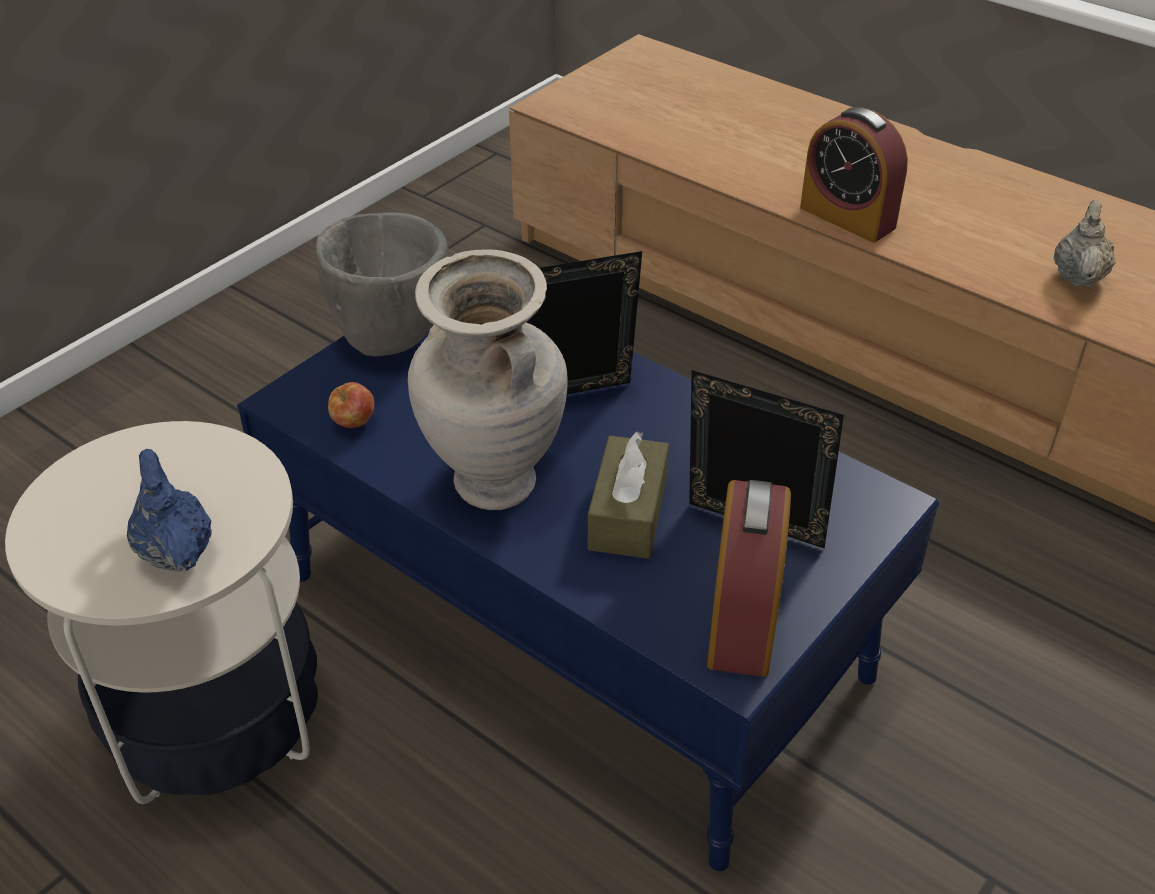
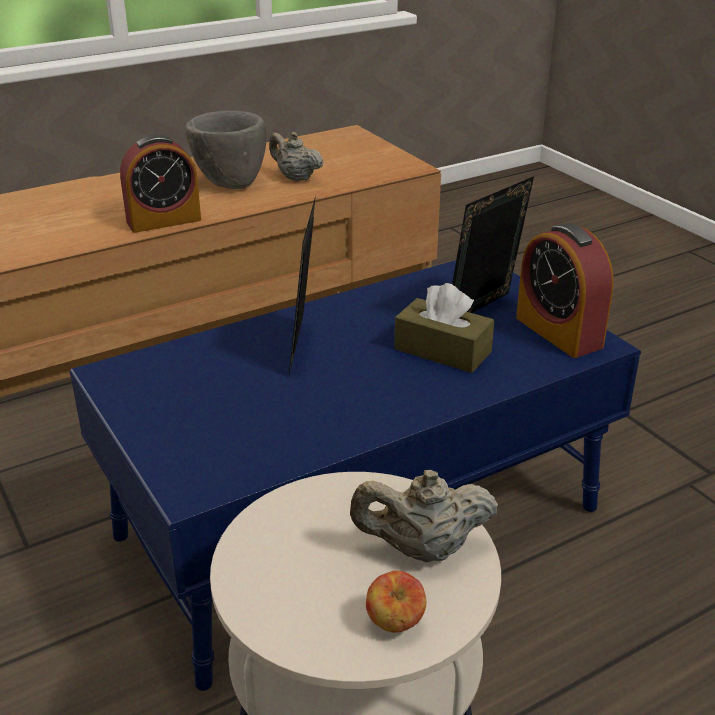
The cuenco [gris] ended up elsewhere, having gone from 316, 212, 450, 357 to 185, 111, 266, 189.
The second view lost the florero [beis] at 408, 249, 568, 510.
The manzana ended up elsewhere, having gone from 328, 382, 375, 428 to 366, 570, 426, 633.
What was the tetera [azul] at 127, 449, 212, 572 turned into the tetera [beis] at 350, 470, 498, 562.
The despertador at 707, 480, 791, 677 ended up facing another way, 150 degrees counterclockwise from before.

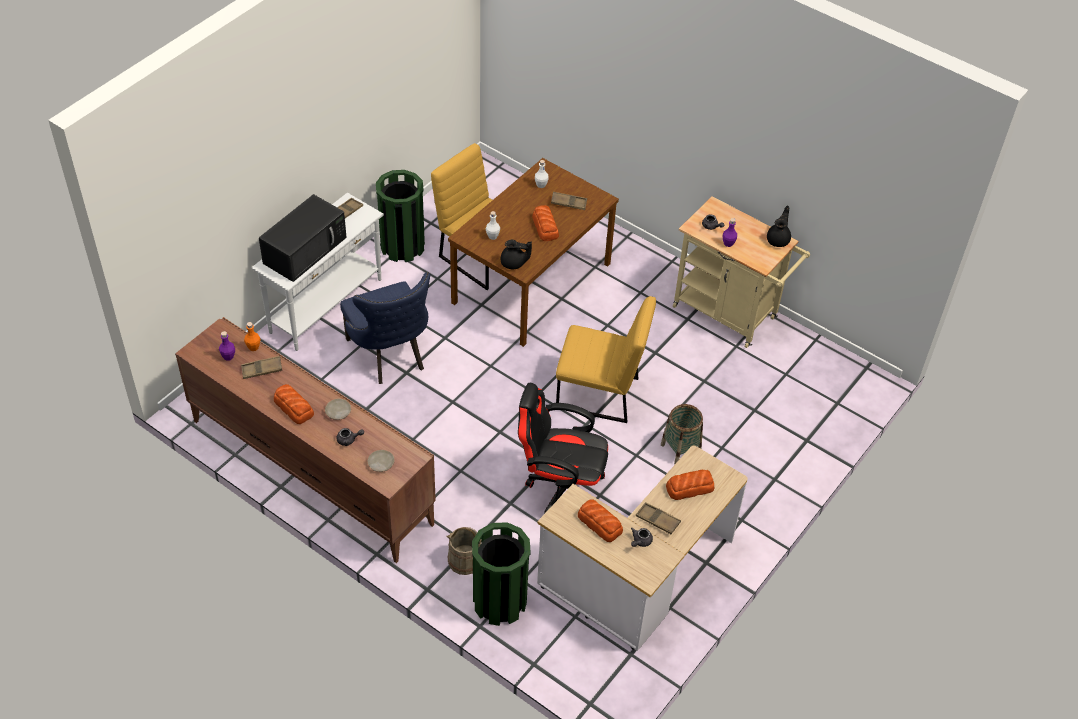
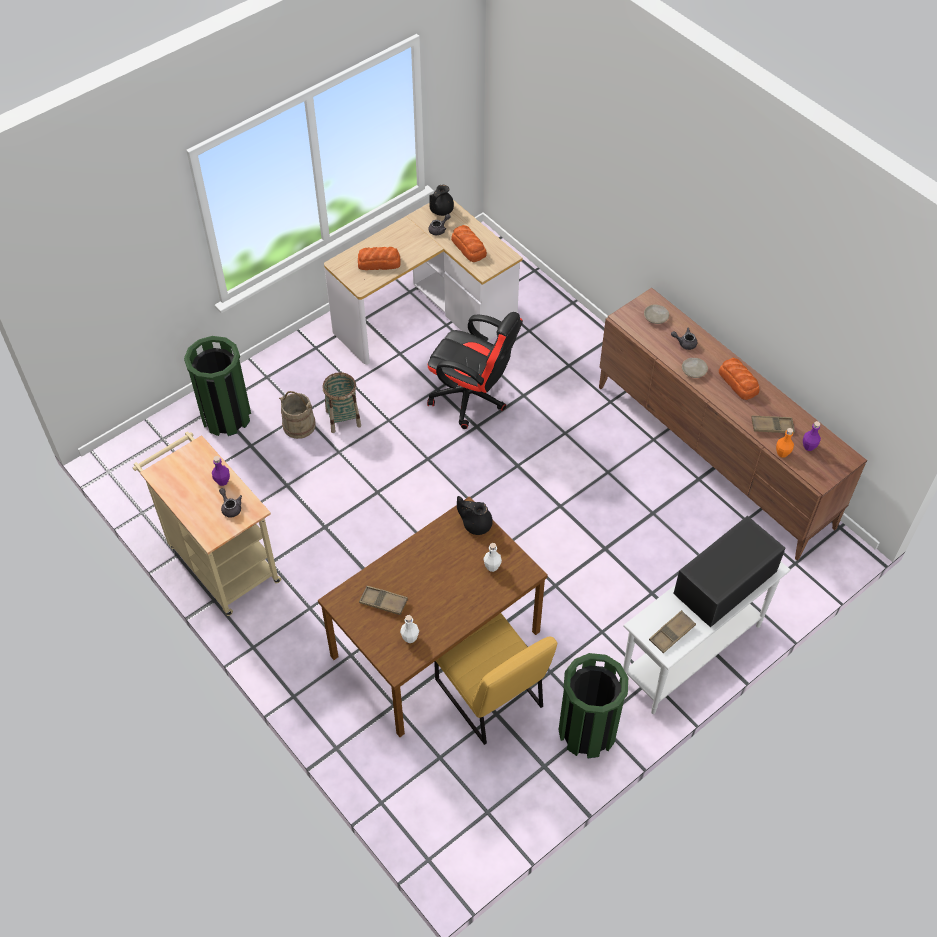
The second view lost the pan at 532, 205, 559, 241.
The tetera [negro] ended up elsewhere, having gone from 767, 206, 791, 247 to 429, 185, 454, 216.
The second view lost the silla [azul] at 340, 272, 430, 384.
The second view lost the silla [amarillo] at 556, 296, 656, 423.
The second view lost the bandeja [marrón] at 636, 502, 681, 534.
The papelera [verde] ended up elsewhere, having gone from 472, 522, 531, 626 to 184, 336, 251, 436.
The cubo [beis] ended up elsewhere, having gone from 446, 527, 482, 575 to 279, 391, 315, 439.

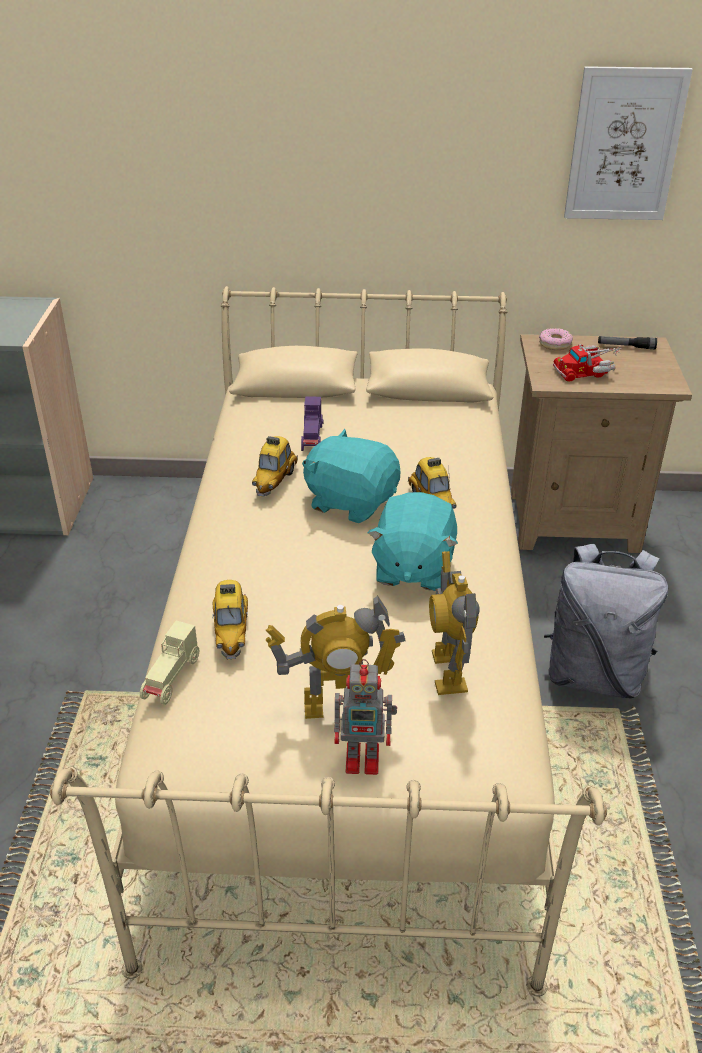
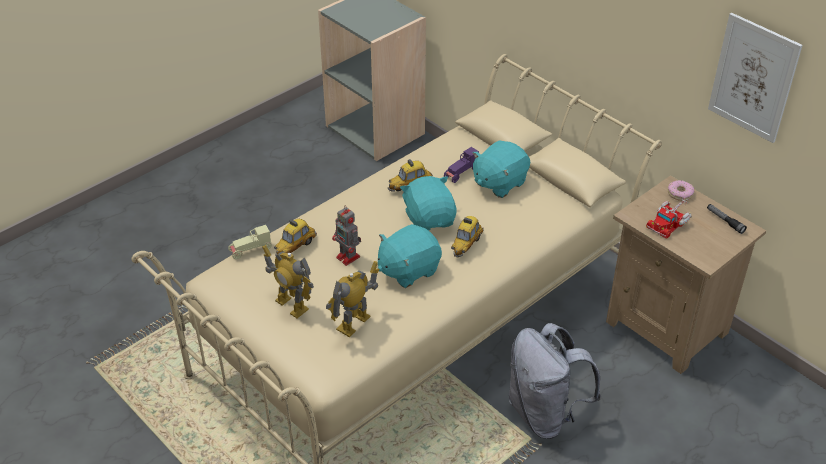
The camión de juguete at 553, 344, 622, 382 ended up facing another way, 75 degrees counterclockwise from before.
The robot de juguete ended up elsewhere, having gone from 334, 659, 397, 775 to 332, 205, 361, 266.
The second view gained the peluche [turquesa] at 473, 140, 530, 198.

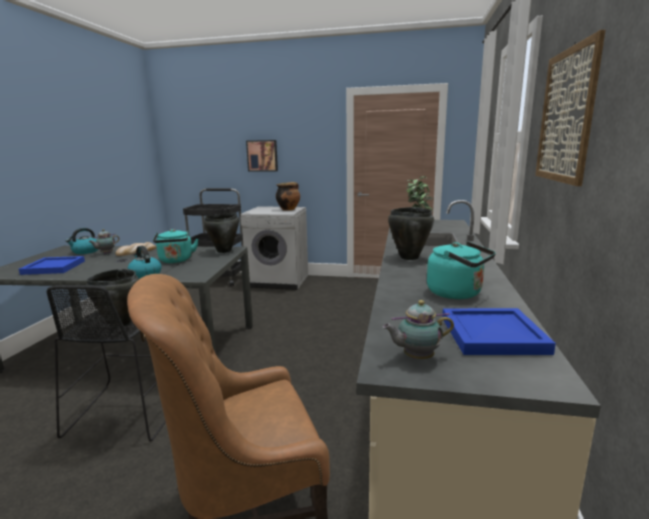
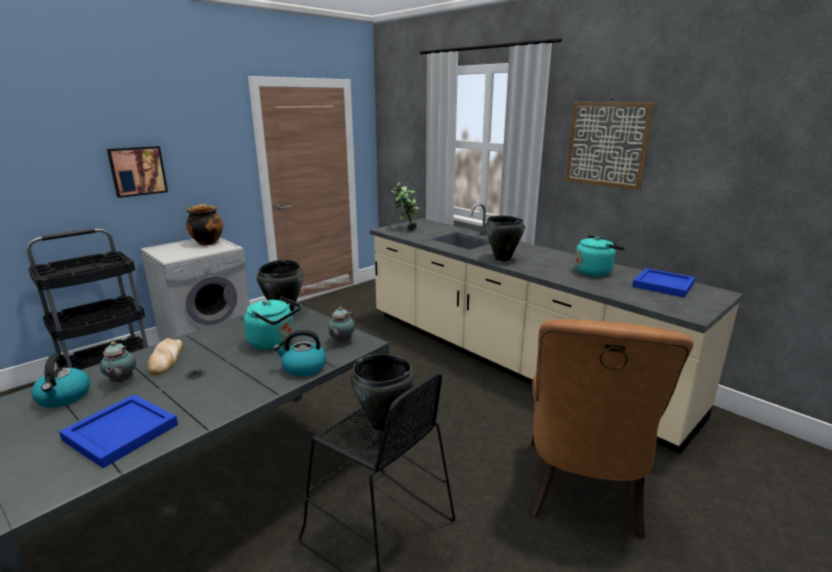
The tetera ended up elsewhere, having gone from 383, 300, 454, 359 to 326, 307, 355, 343.

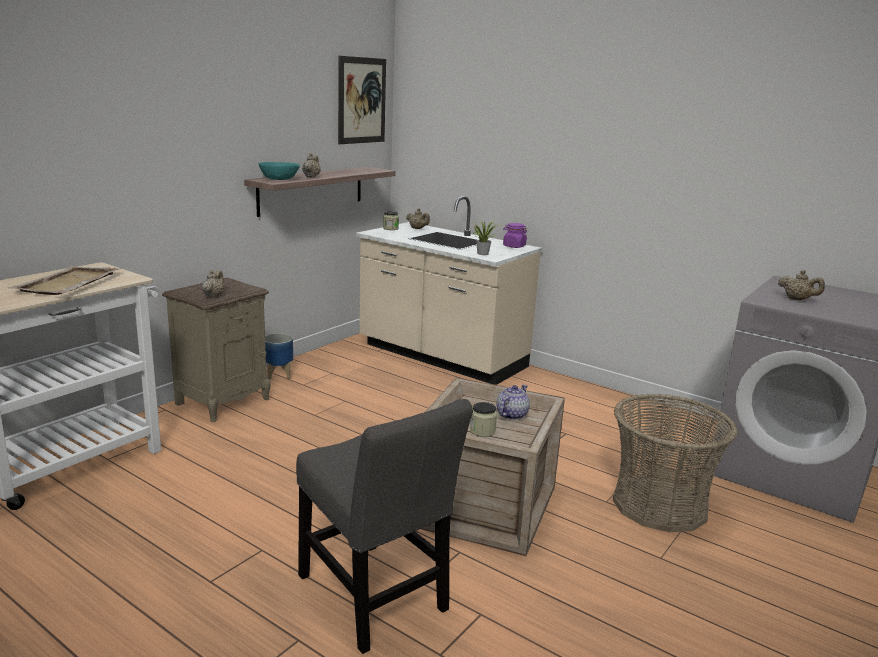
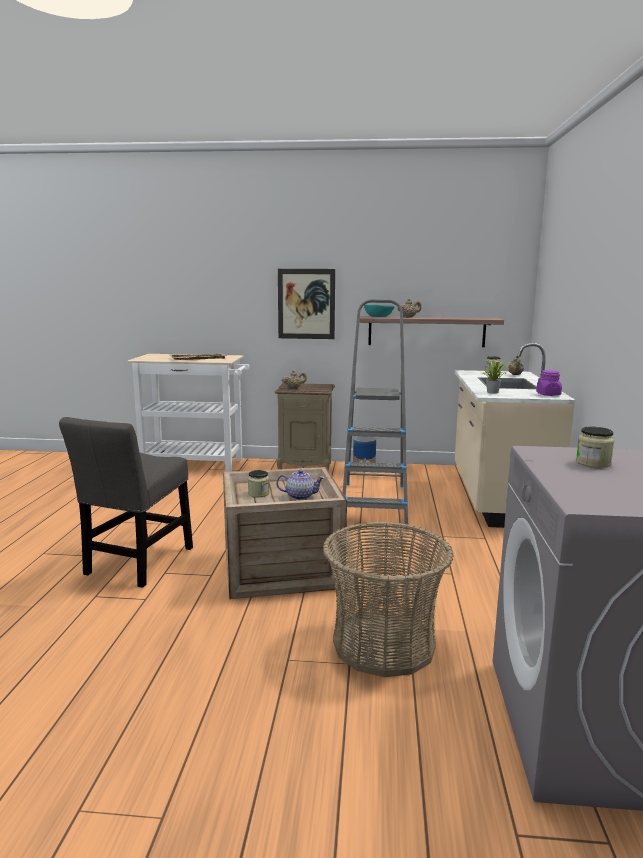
The cuadro ended up elsewhere, having gone from 338, 56, 386, 144 to 278, 269, 335, 339.
Where the tetera [beis] stood at 778, 270, 825, 300, the tarro came to stand at 576, 426, 614, 468.
The second view gained the escalera de tijera [gris] at 343, 299, 408, 524.

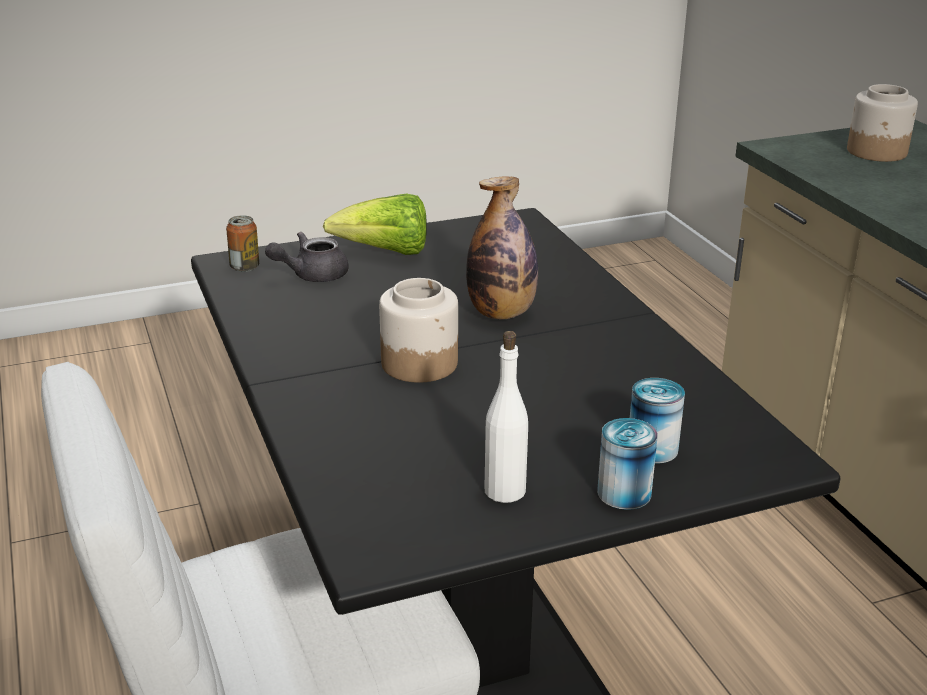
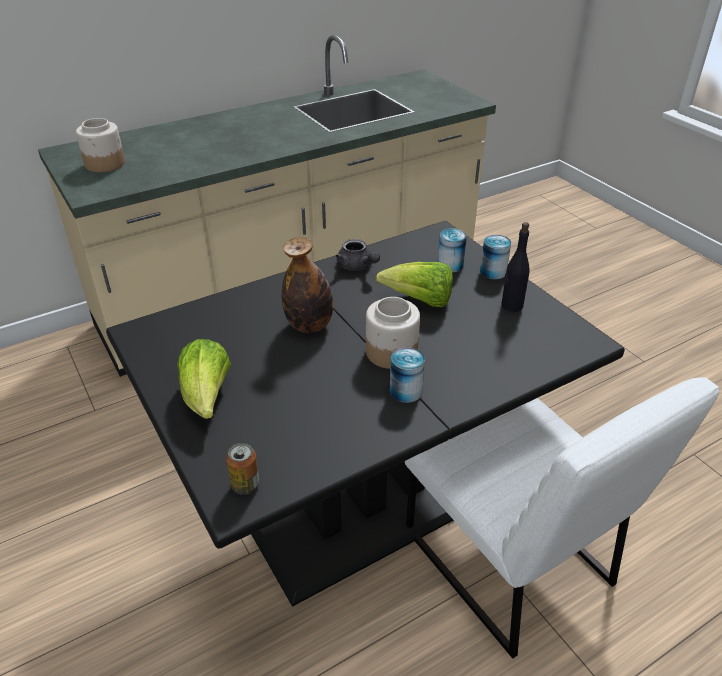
The tetera [gris] ended up elsewhere, having gone from 265, 232, 349, 282 to 336, 239, 380, 271.
What was the botella [blanco] at 484, 331, 528, 503 turned into the botella [negro] at 501, 222, 530, 312.
The second view gained the lechuga at 376, 262, 453, 307.
The second view gained the lata at 390, 347, 425, 403.

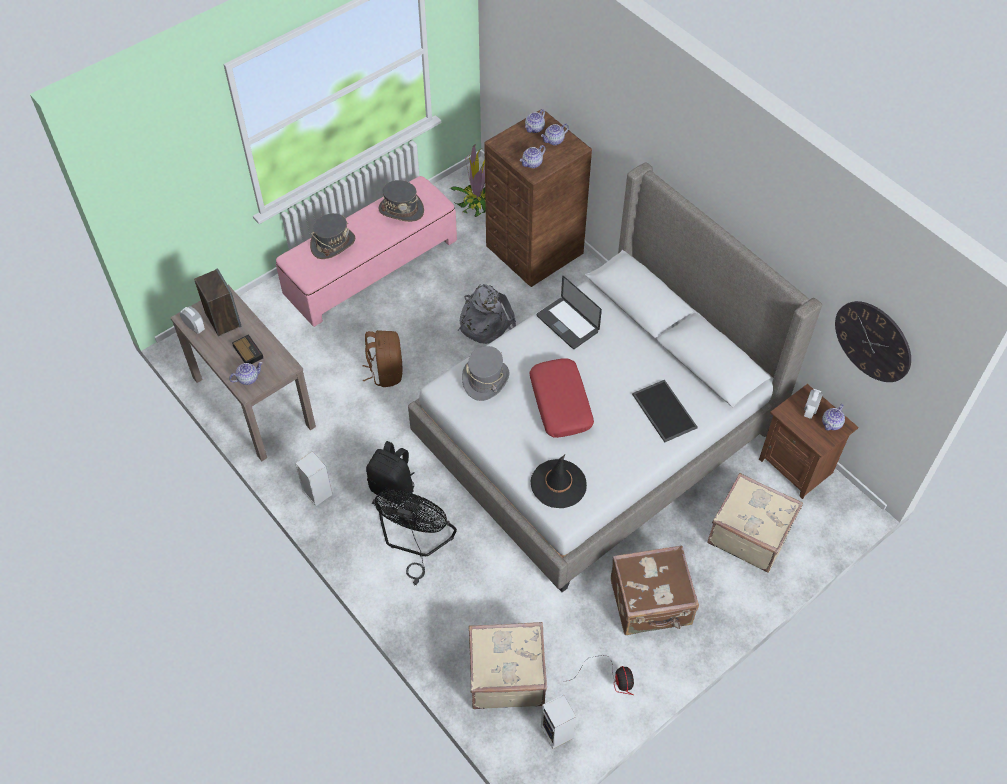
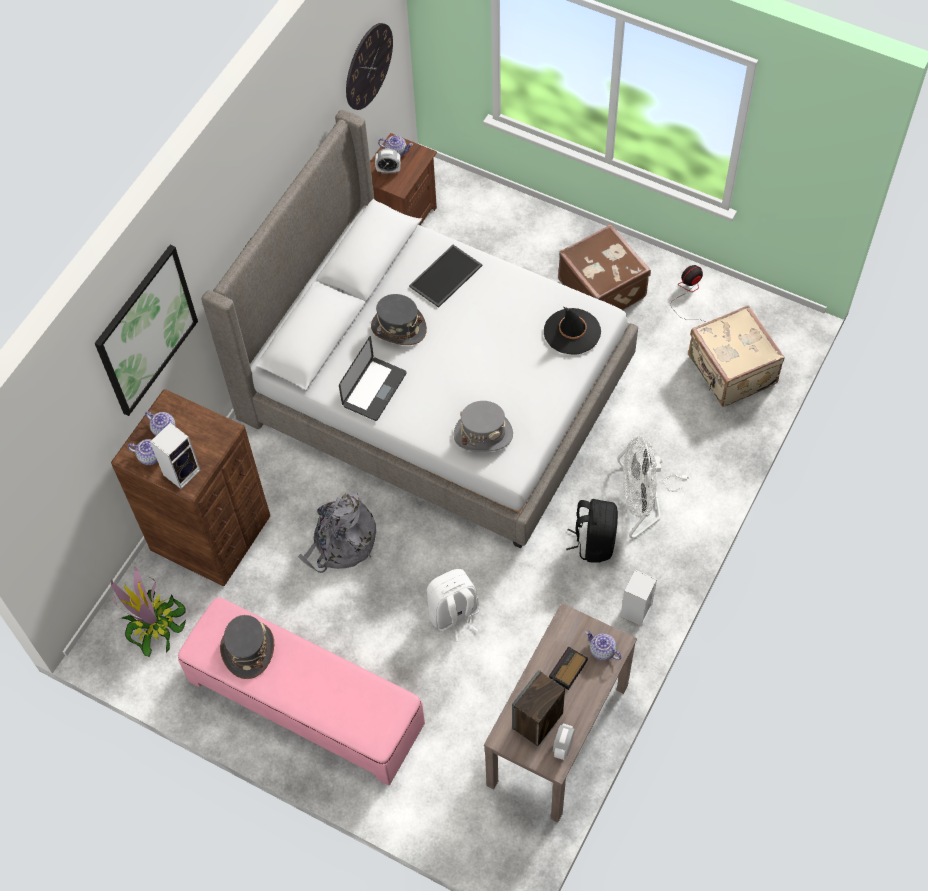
The second view lost the tetera at 520, 145, 546, 168.
The sombrero [gris] ended up elsewhere, having gone from 310, 213, 355, 259 to 371, 294, 427, 345.
What was the mochila [marrón] at 362, 330, 403, 387 turned into the mochila [blanco] at 427, 569, 480, 641.
The second view lost the cojín [rojo] at 529, 358, 594, 438.
The second view lost the maleta [beis] at 707, 473, 803, 573.
What was the ventilador [negro] at 372, 490, 457, 585 turned into the ventilador [blanco] at 617, 436, 689, 540.
The altavoz ended up elsewhere, having gone from 541, 694, 576, 749 to 150, 423, 201, 489.
The second view gained the cuadro at 95, 245, 198, 416.

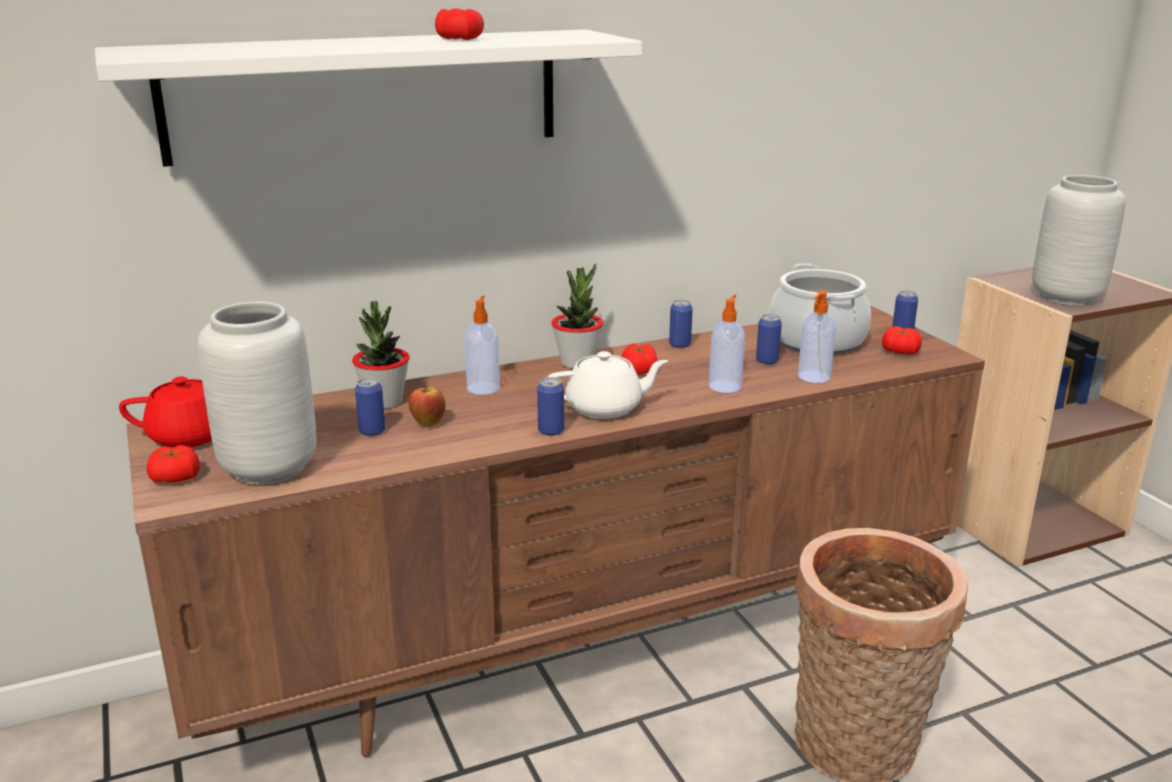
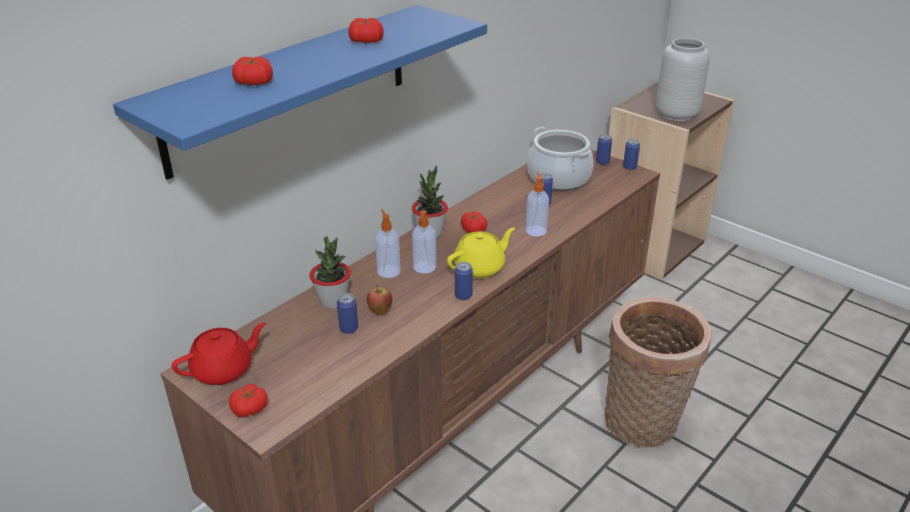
What was the estante [blanco] at 95, 29, 642, 167 turned into the estante [azul] at 113, 5, 487, 180.
The dispensador de jabón ended up elsewhere, having gone from 798, 291, 836, 383 to 412, 210, 436, 274.
The lata ended up elsewhere, having gone from 669, 299, 693, 348 to 623, 139, 640, 170.
The second view lost the florero [gris] at 198, 301, 317, 485.
The tomate ended up elsewhere, having gone from 882, 326, 922, 355 to 232, 56, 273, 85.
What was the tetera [blanco] at 548, 351, 668, 419 turned into the tetera [amarillo] at 447, 228, 515, 278.

